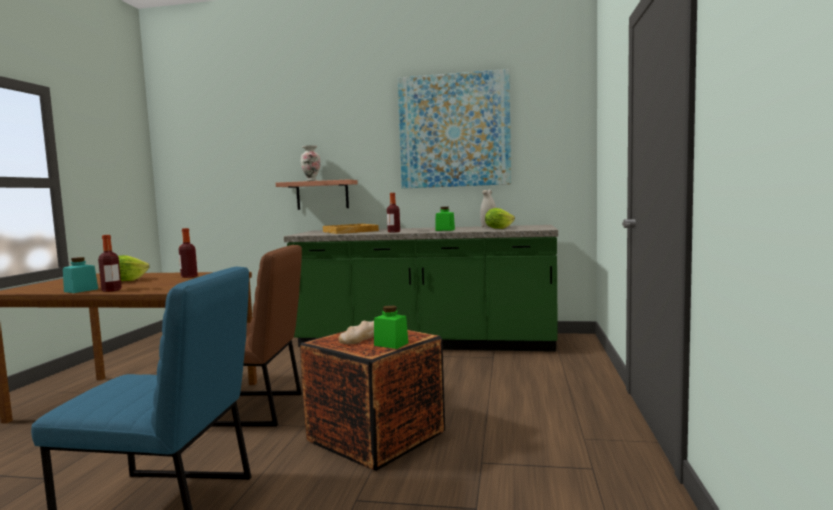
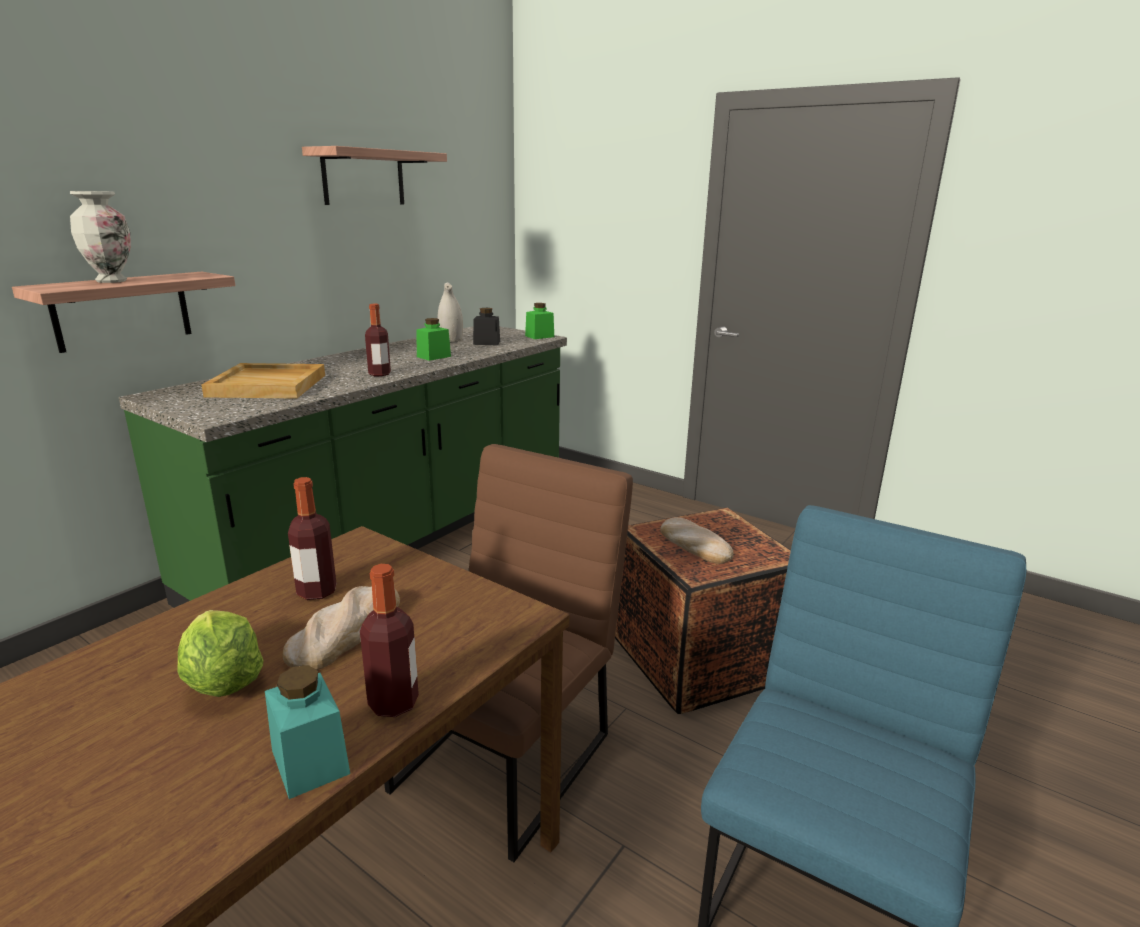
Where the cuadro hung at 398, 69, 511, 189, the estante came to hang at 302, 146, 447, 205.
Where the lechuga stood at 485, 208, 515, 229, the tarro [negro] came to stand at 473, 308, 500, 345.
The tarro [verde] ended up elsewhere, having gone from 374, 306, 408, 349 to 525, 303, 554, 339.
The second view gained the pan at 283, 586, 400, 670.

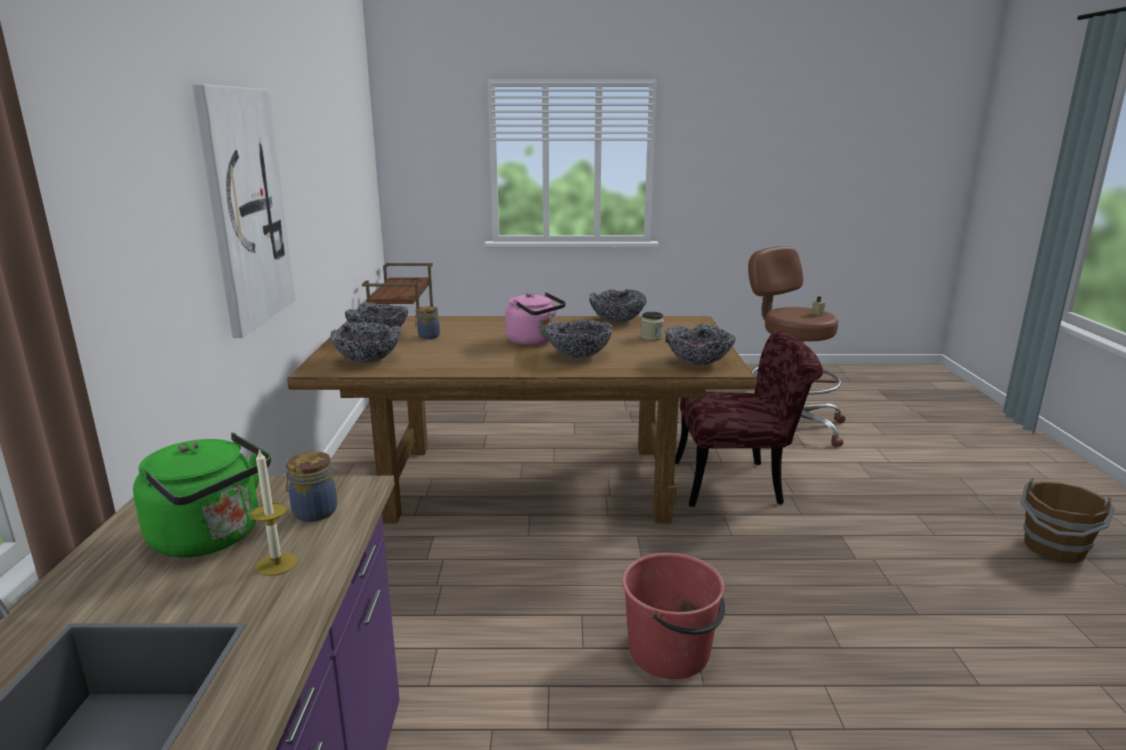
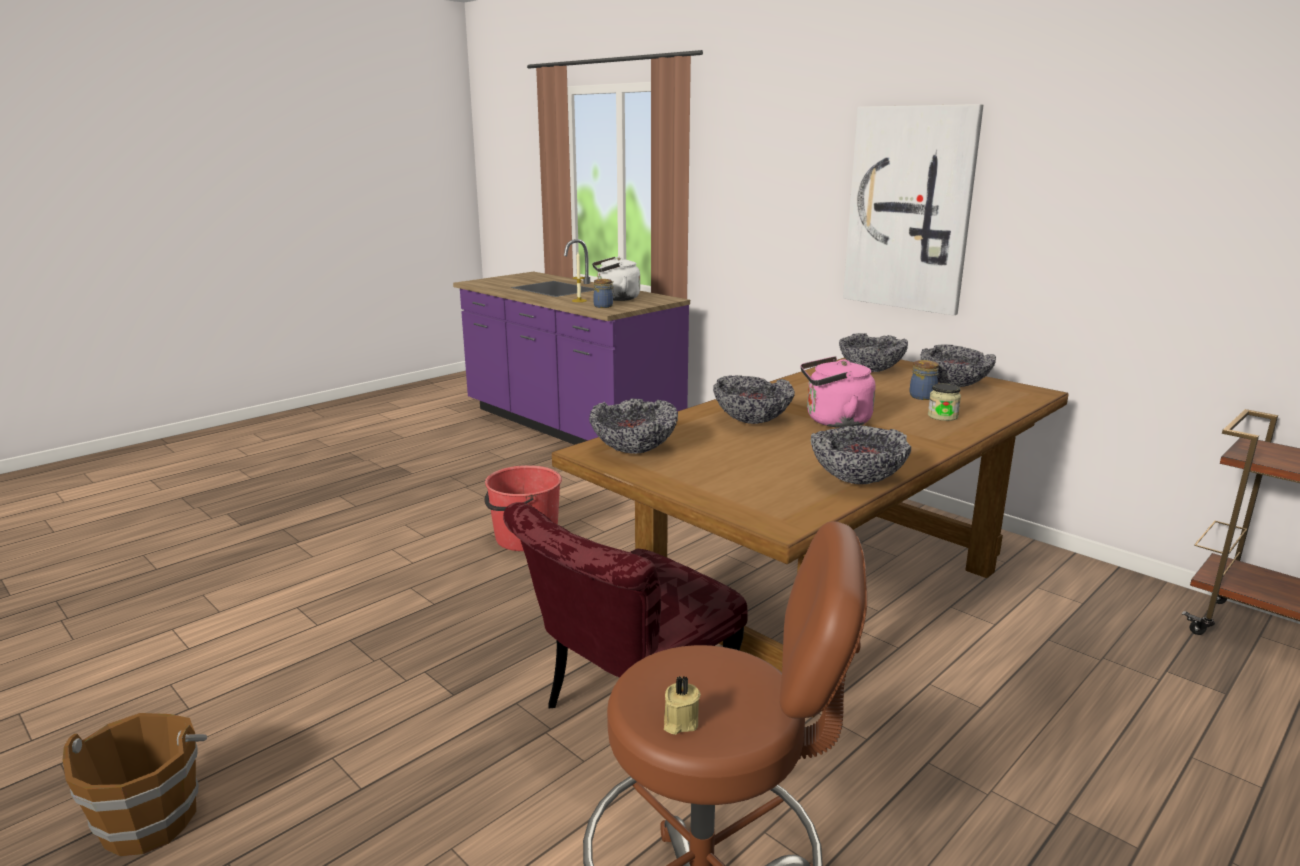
The tarro ended up elsewhere, having gone from 640, 312, 664, 340 to 928, 383, 961, 421.
What was the hervidor [verde] at 133, 432, 271, 558 turned into the hervidor [blanco] at 592, 257, 640, 301.

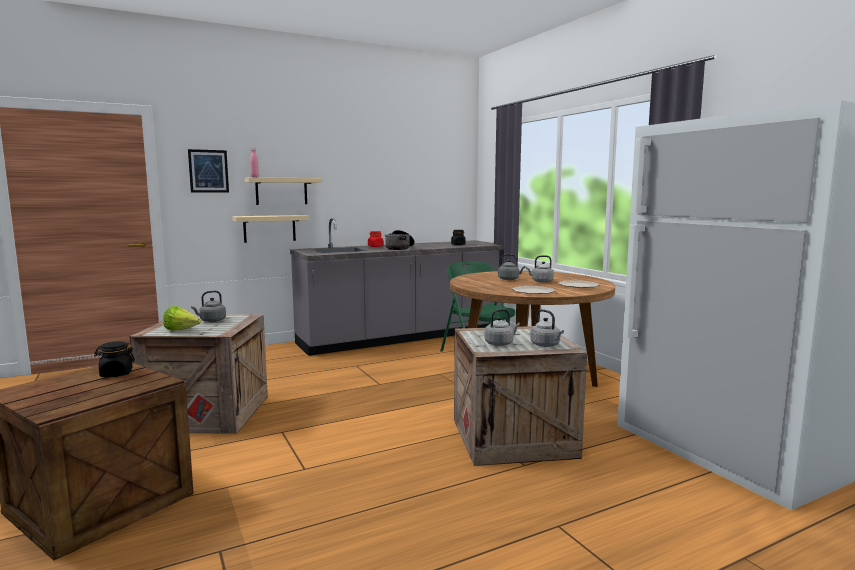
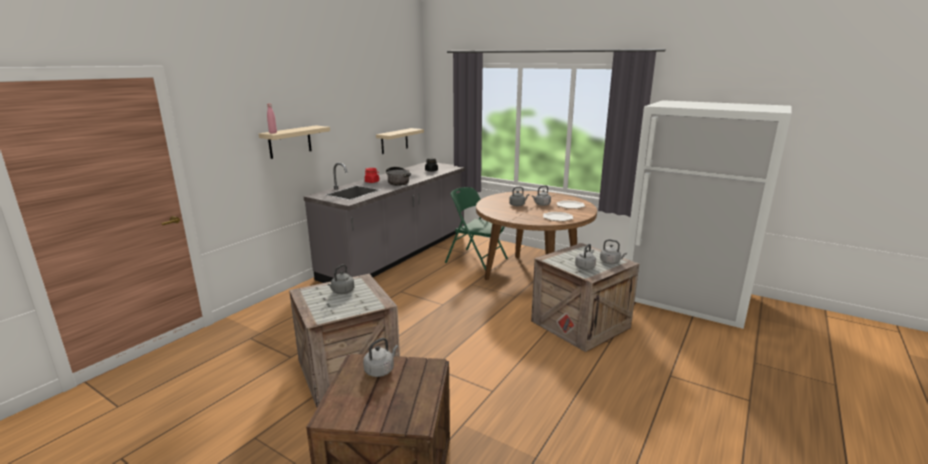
The second view lost the cuadro at 188, 149, 229, 192.
The estante [beis] ended up elsewhere, having gone from 232, 215, 310, 243 to 376, 128, 424, 154.
The second view lost the lechuga at 163, 306, 201, 330.
Where the tarro [negro] stood at 94, 341, 135, 377, the hervidor [gris] came to stand at 363, 338, 398, 377.

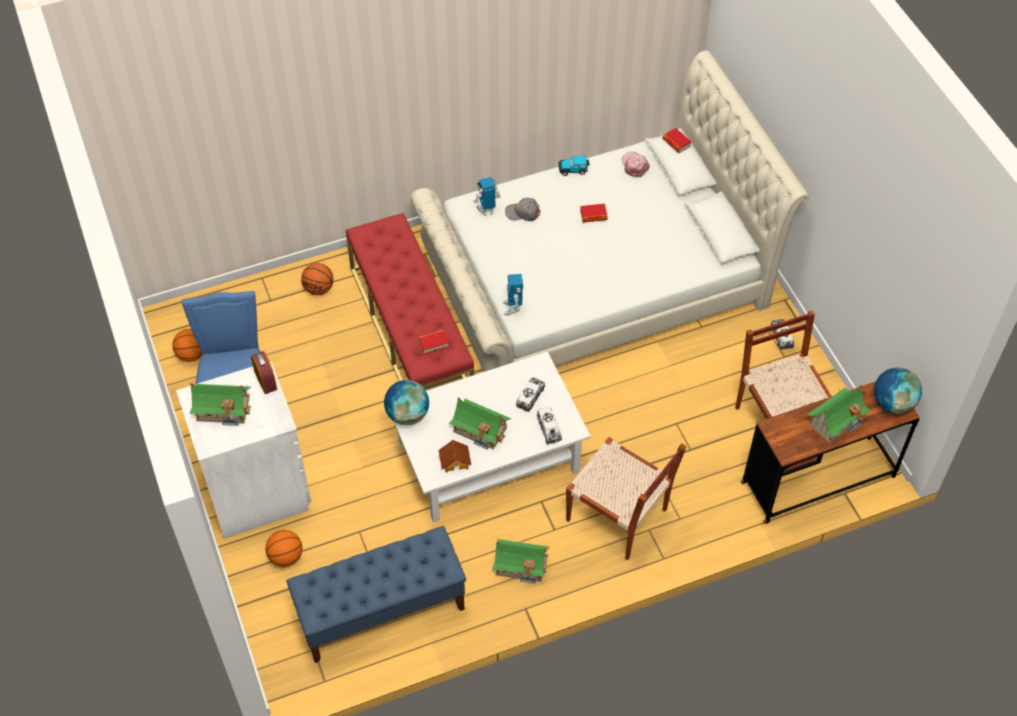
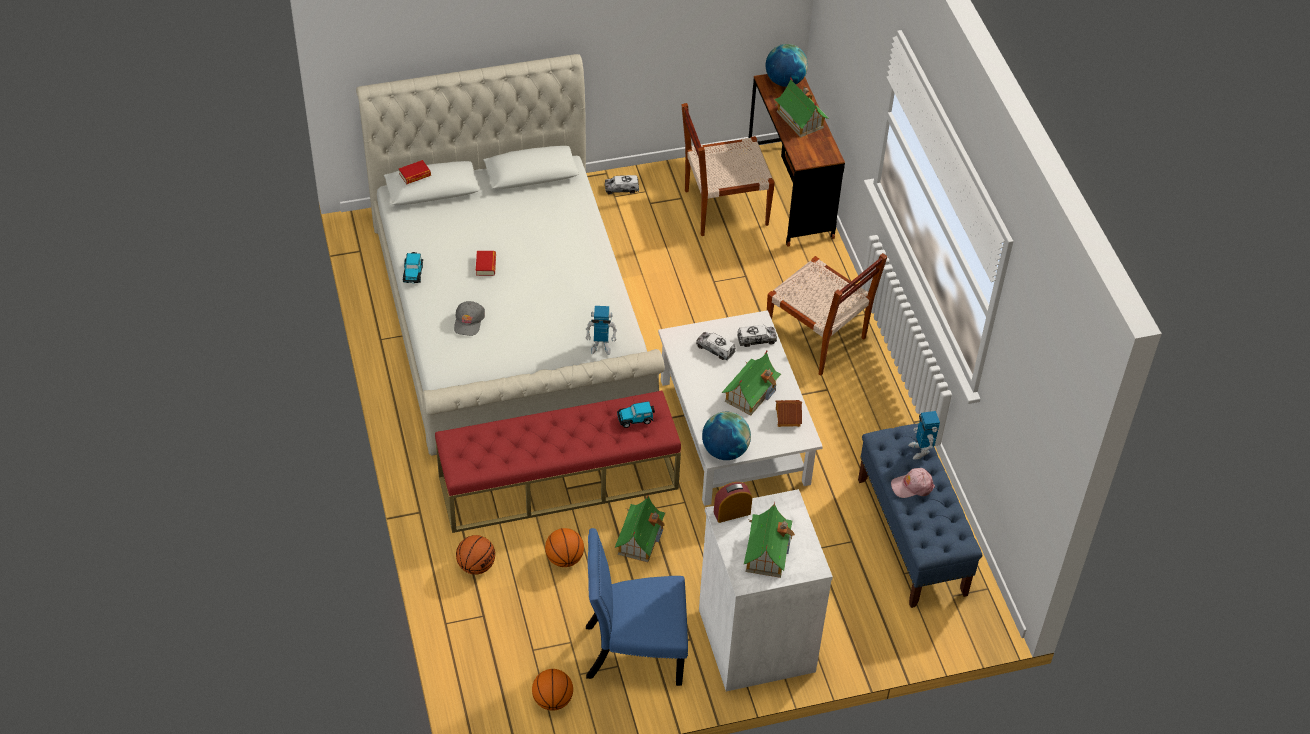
The gorra [rosa] ended up elsewhere, having gone from 622, 151, 650, 177 to 891, 468, 935, 498.
The robot de juguete ended up elsewhere, having gone from 473, 177, 501, 216 to 908, 411, 940, 459.
Where the libro stood at 418, 330, 449, 354, the coche de juguete came to stand at 617, 401, 655, 428.
The silla at 566, 437, 687, 560 ended up facing another way, 90 degrees clockwise from before.
The balón de baloncesto ended up elsewhere, having gone from 266, 530, 302, 567 to 545, 528, 584, 567.
The casita ended up elsewhere, having gone from 492, 539, 549, 584 to 615, 494, 665, 562.

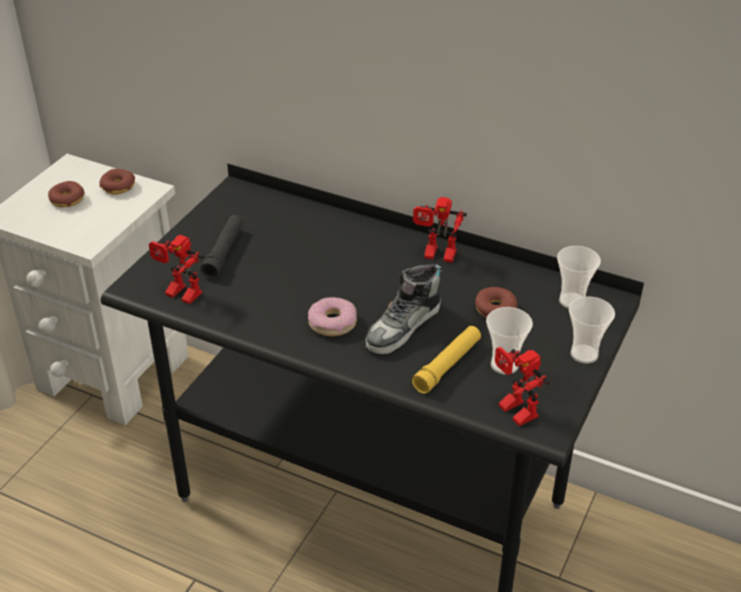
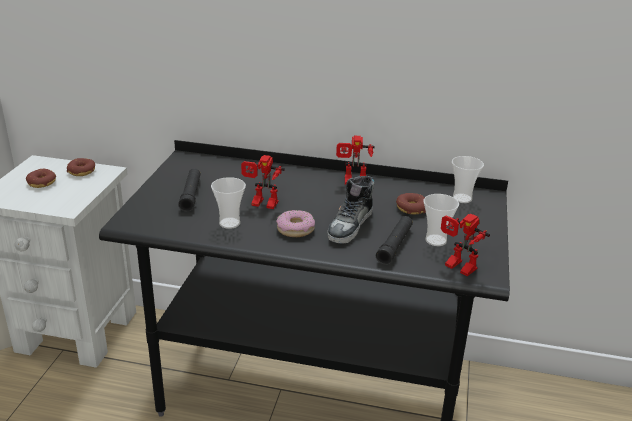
The robot de juguete ended up elsewhere, having gone from 149, 235, 204, 304 to 241, 155, 285, 209.
The taza ended up elsewhere, having gone from 569, 297, 615, 363 to 211, 177, 246, 229.
What was the linterna [amarillo] at 411, 326, 481, 394 turned into the linterna [negro] at 376, 216, 413, 265.

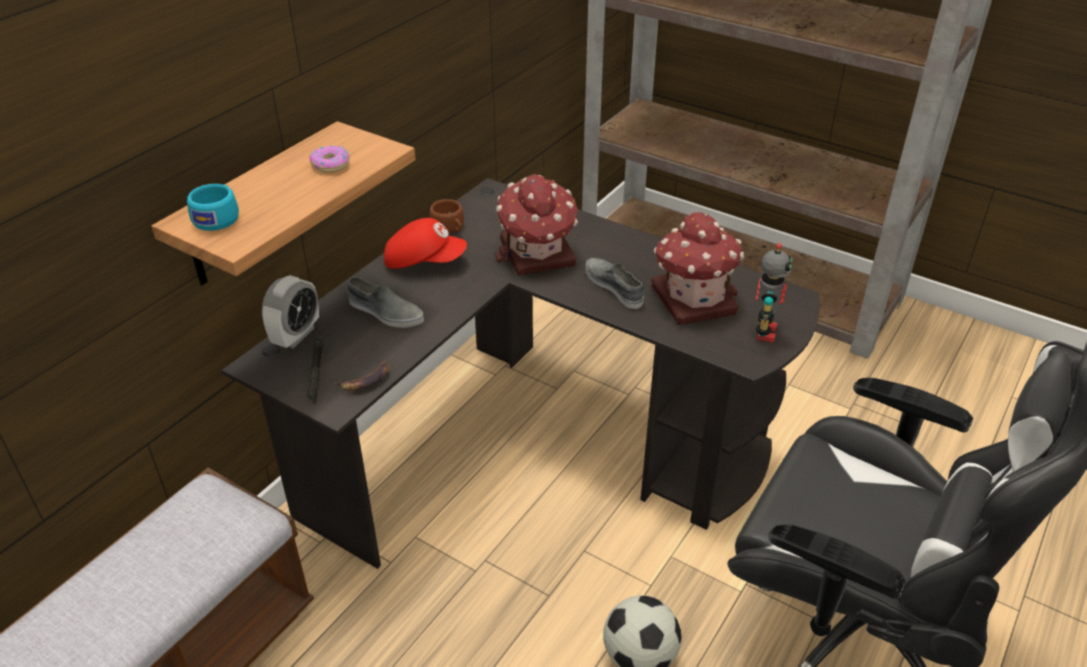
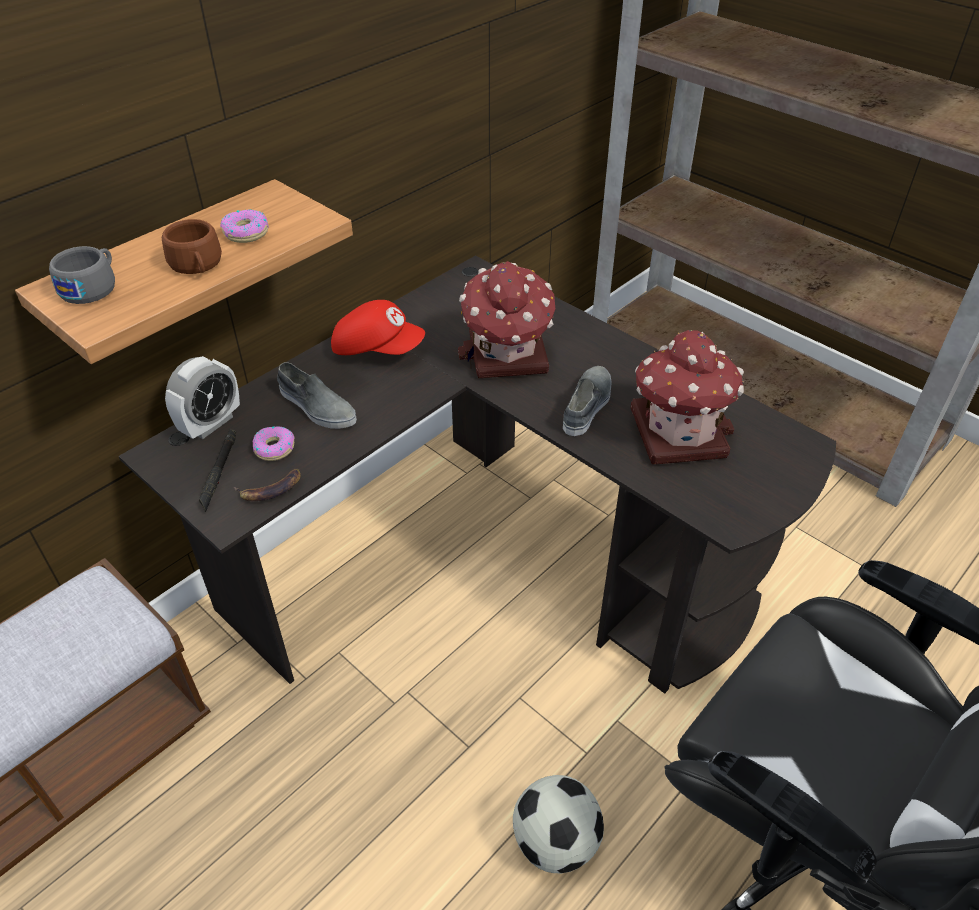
What was the taza [turquesa] at 187, 184, 239, 231 turned into the taza [gris] at 49, 246, 115, 304.
The taza [marrón] ended up elsewhere, having gone from 430, 199, 464, 233 to 162, 219, 222, 274.
The second view lost the robot de juguete at 756, 243, 792, 342.
The zapato [gris] at 585, 258, 645, 309 ended up facing another way, 45 degrees clockwise from before.
The second view gained the rosquilla at 253, 426, 294, 461.

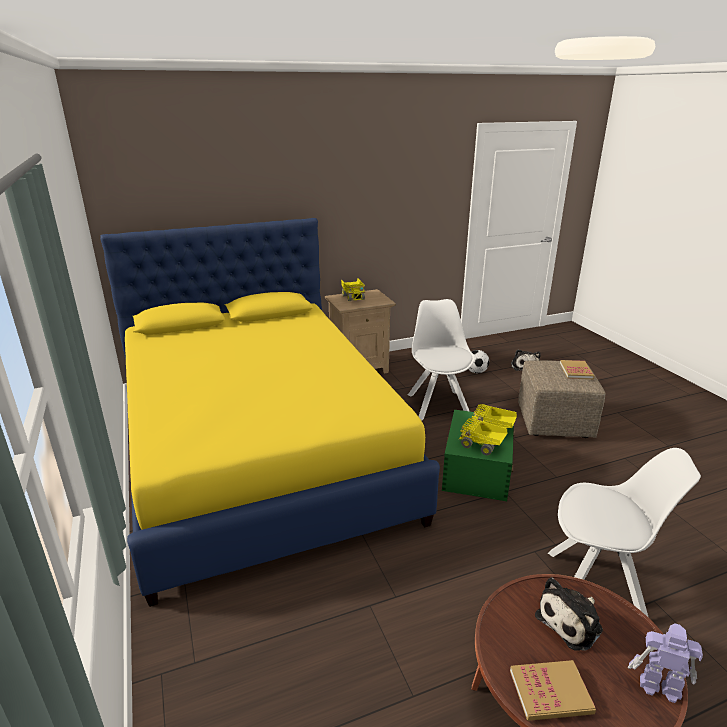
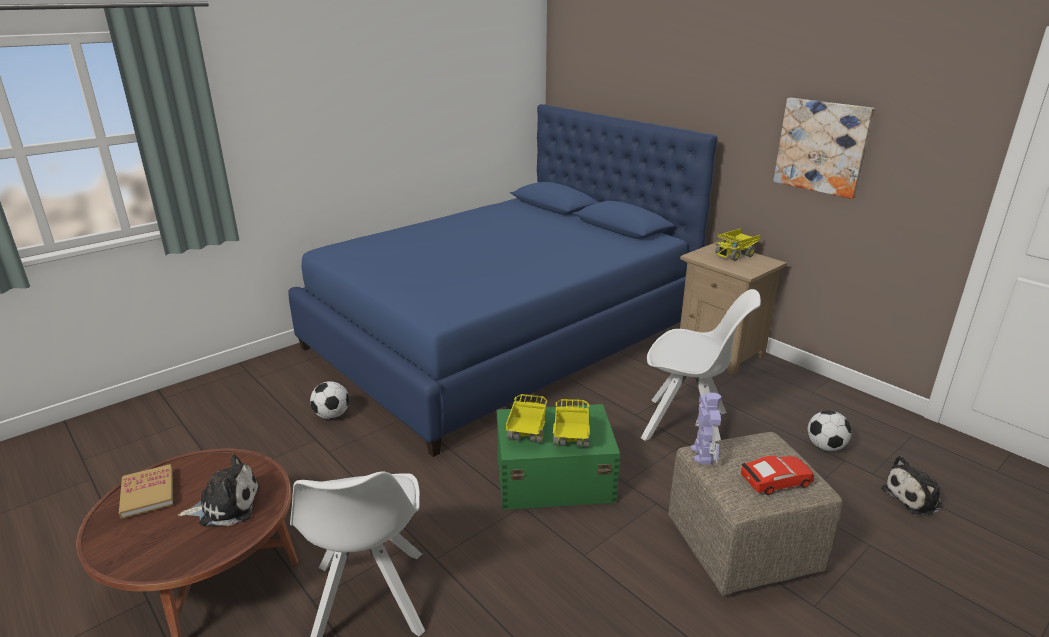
What was the cama [amarillo] at 100, 218, 440, 607 turned into the cama [azul] at 288, 104, 718, 457.
The silla [blanco] at 408, 299, 475, 421 ended up facing another way, 45 degrees clockwise from before.
Where the libro stood at 560, 360, 594, 379, the coche de juguete [rojo] came to stand at 741, 456, 814, 495.
The peluche at 535, 578, 603, 651 ended up facing another way, 135 degrees clockwise from before.
The robot de juguete ended up elsewhere, having gone from 628, 624, 703, 703 to 691, 393, 721, 465.
The second view gained the cuadro at 773, 98, 875, 199.
The second view gained the balón de fútbol at 310, 381, 349, 419.

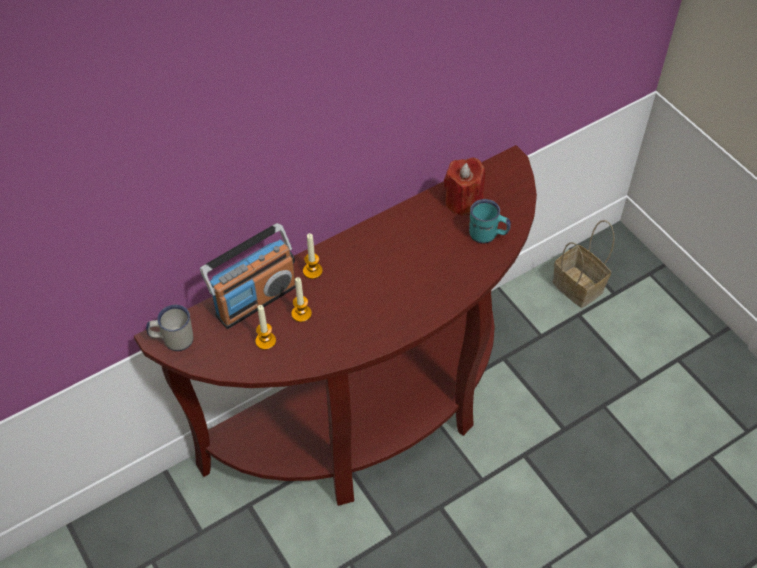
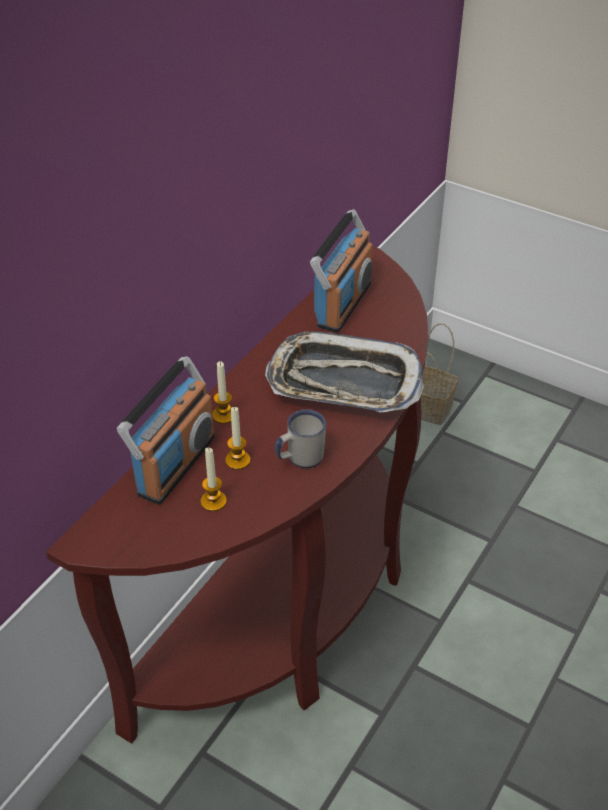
Where the vela [rojo] stood at 444, 158, 485, 216, the radio came to stand at 310, 209, 373, 333.
The second view lost the taza grande [turquesa] at 469, 199, 511, 244.
The taza grande [blanco] ended up elsewhere, having gone from 146, 305, 193, 351 to 275, 409, 326, 468.
The second view gained the bandeja at 265, 331, 424, 412.

